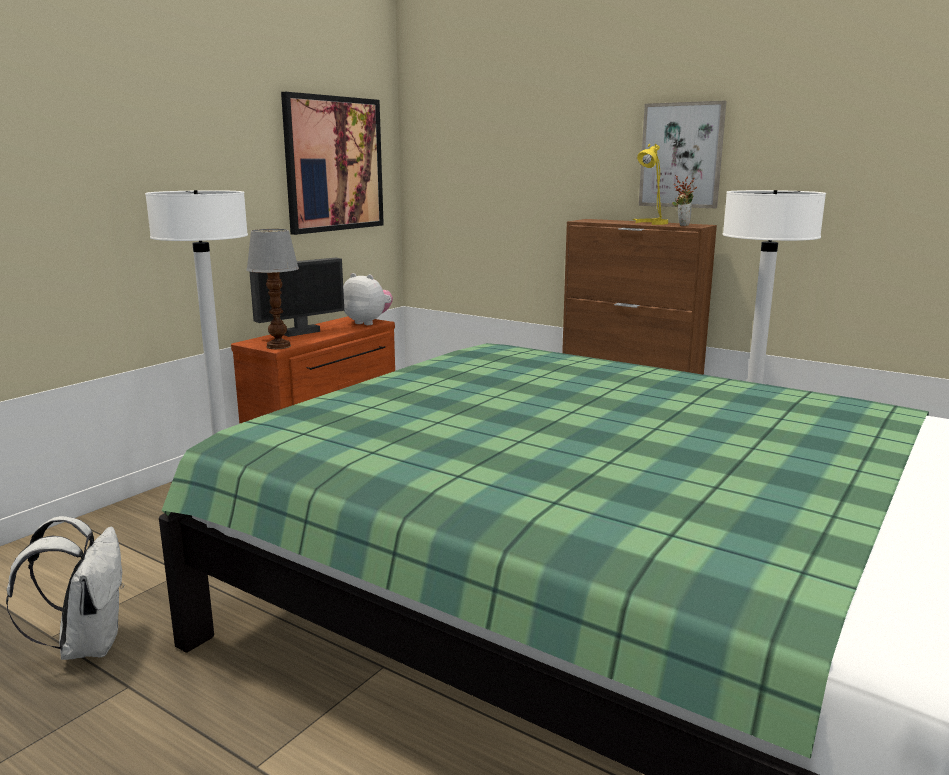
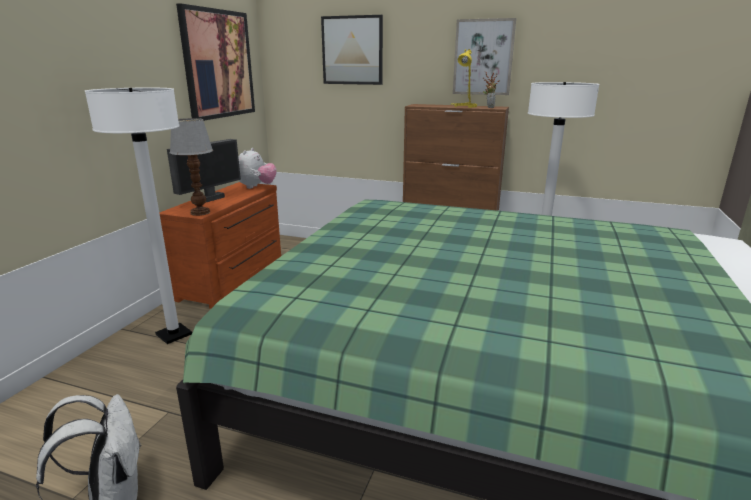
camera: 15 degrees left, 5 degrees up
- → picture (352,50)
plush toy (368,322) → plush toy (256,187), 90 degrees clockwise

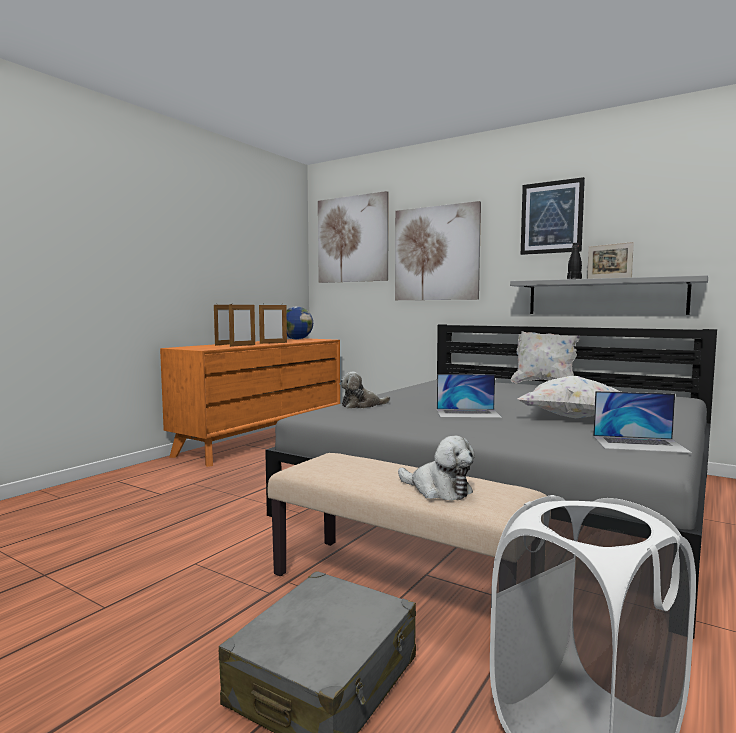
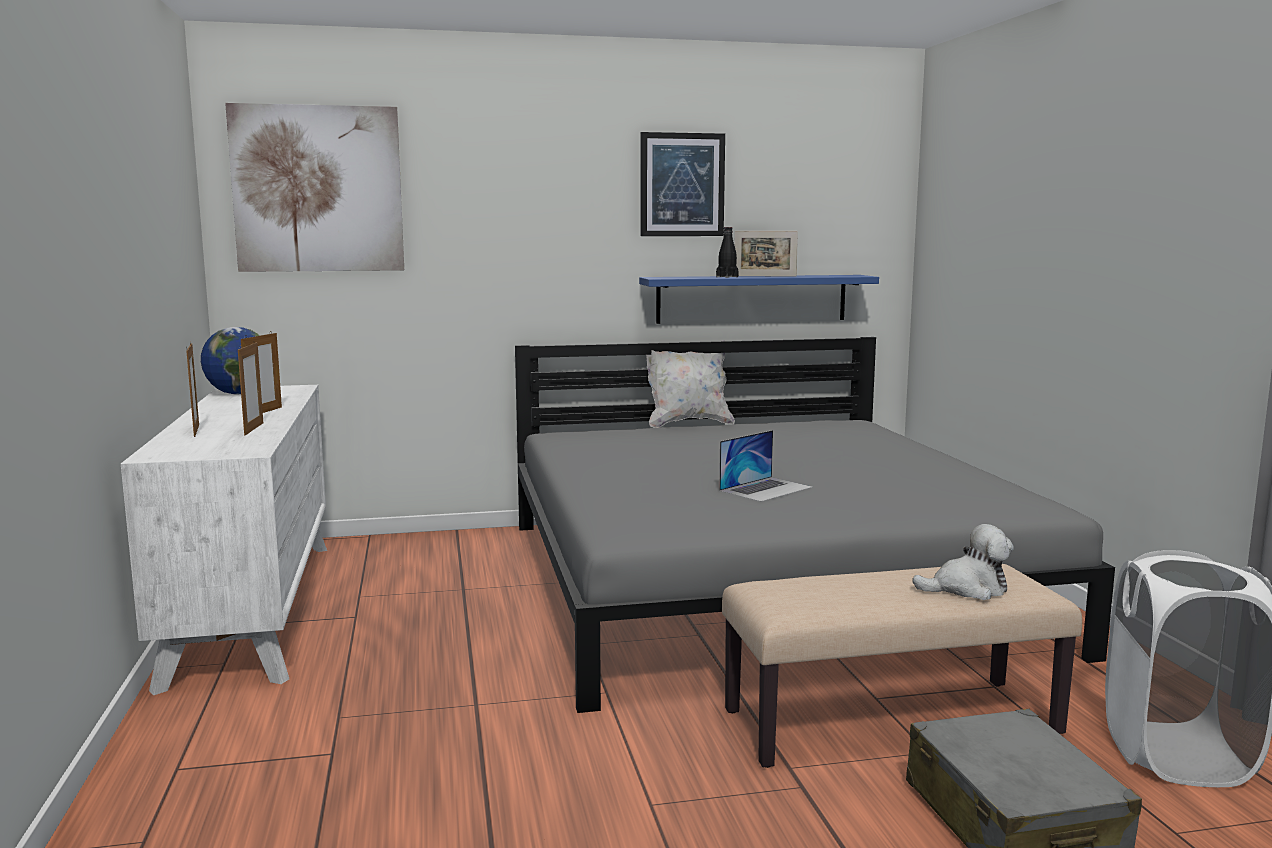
camera: 45 degrees left, 5 degrees up
plush toy (361,405) → -
picture (436,253) → -
white pillow (571,417) → -
laptop (639,444) → -
orange dresser (262,440) → white dresser (253,608)
grey shelf (604,297) → blue shelf (752,298)

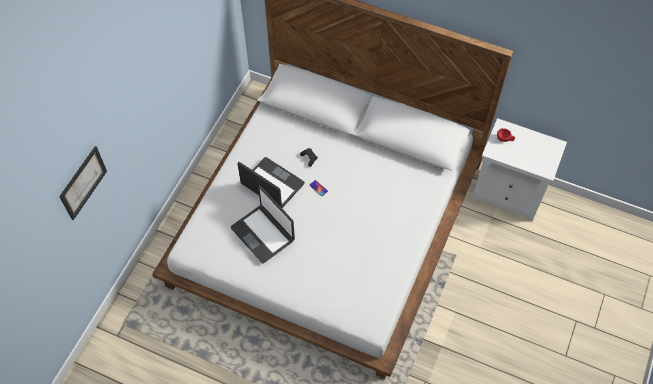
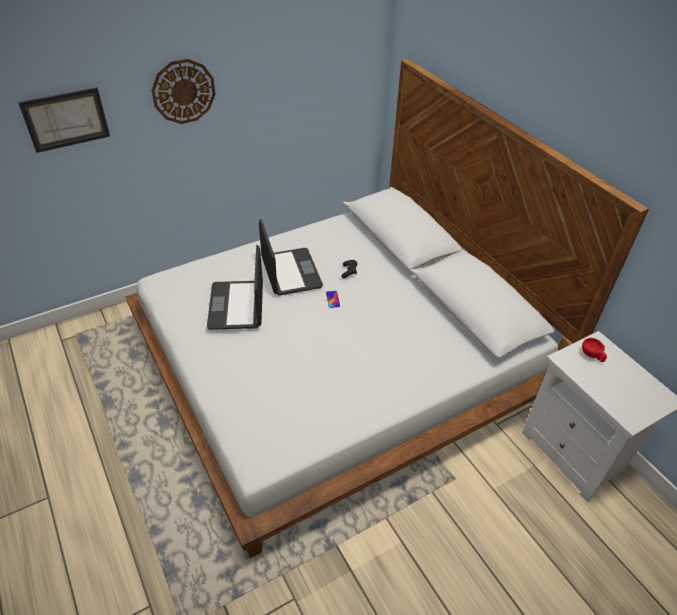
camera: 35 degrees right, 15 degrees down
- → wall clock (183,91)

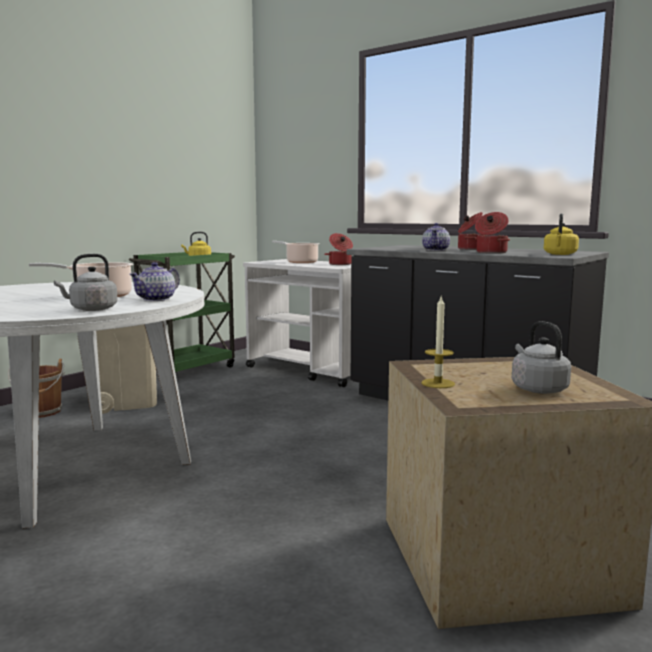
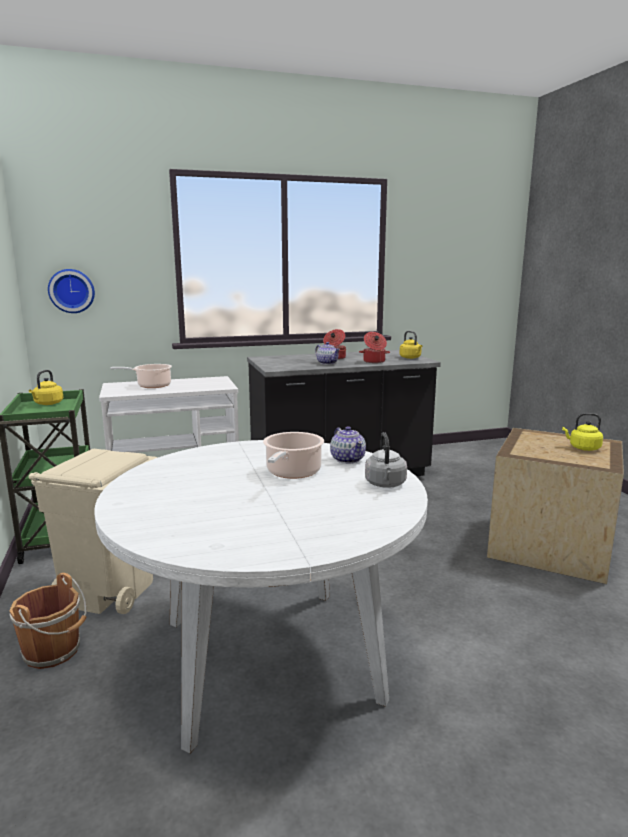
camera: 55 degrees left, 5 degrees up
cooking pot (340,264) → -
candle (438,383) → -
- → wall clock (71,291)
grey kettle (537,389) → yellow kettle (583,448)

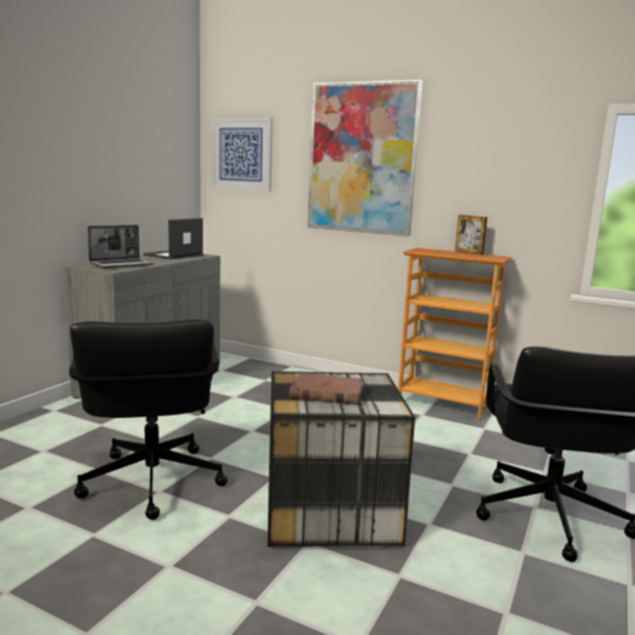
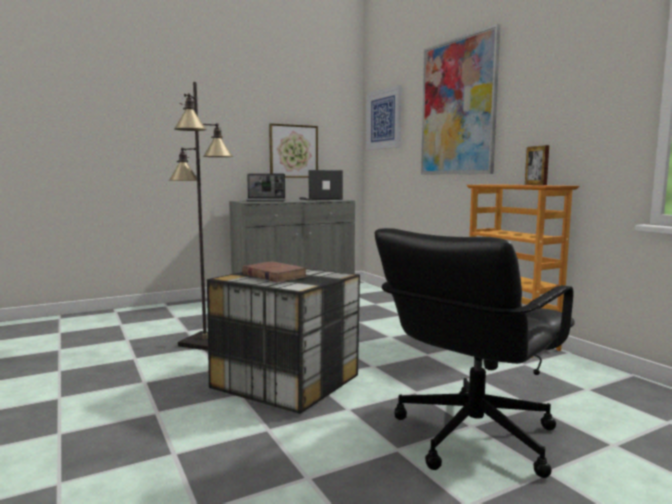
camera: 35 degrees right, 5 degrees down
- → picture (293,151)
black office chair (151,482) → black floor lamp (204,342)

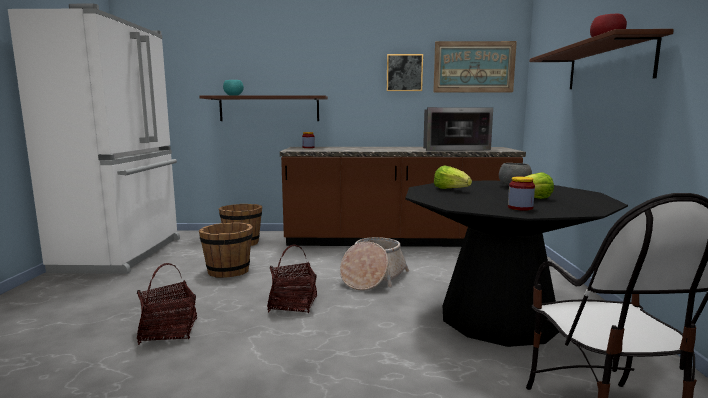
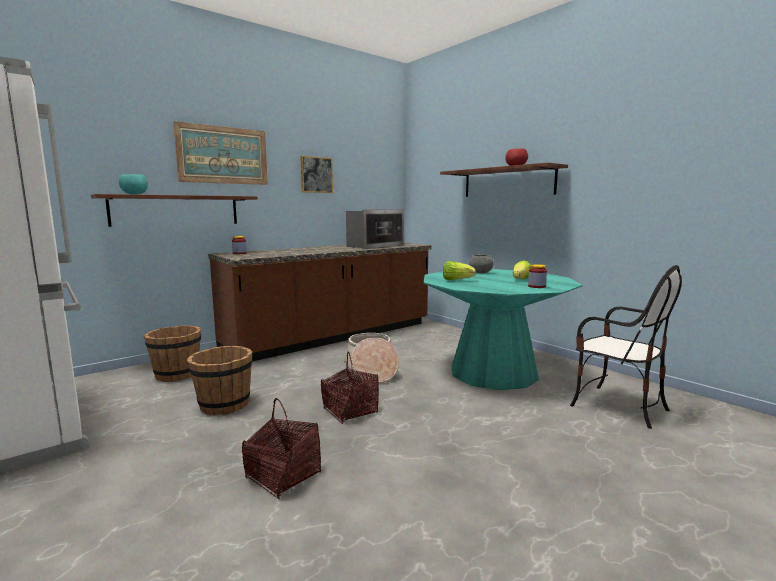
camera: 40 degrees left, 0 degrees up
picture (474,67) → picture (223,155), move
black dining table (498,317) → turquoise dining table (493,372)

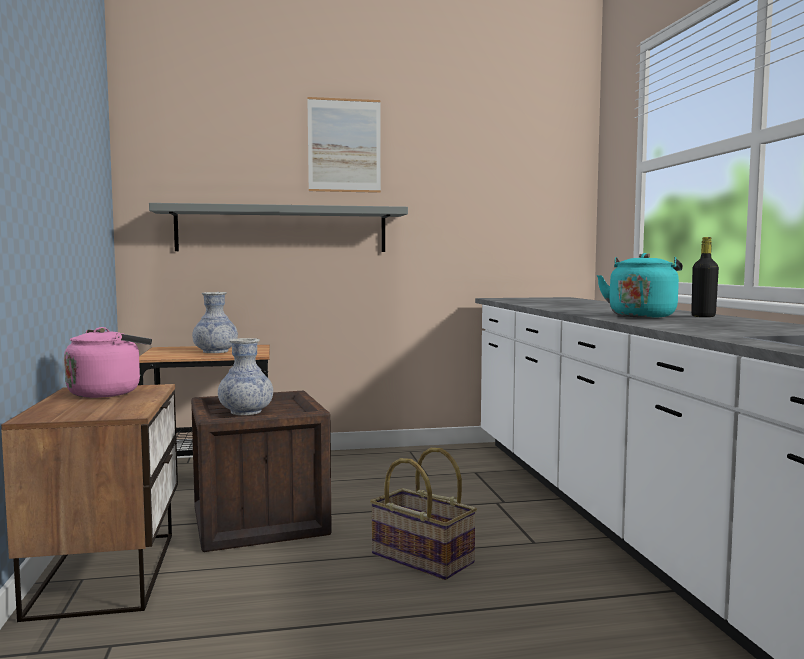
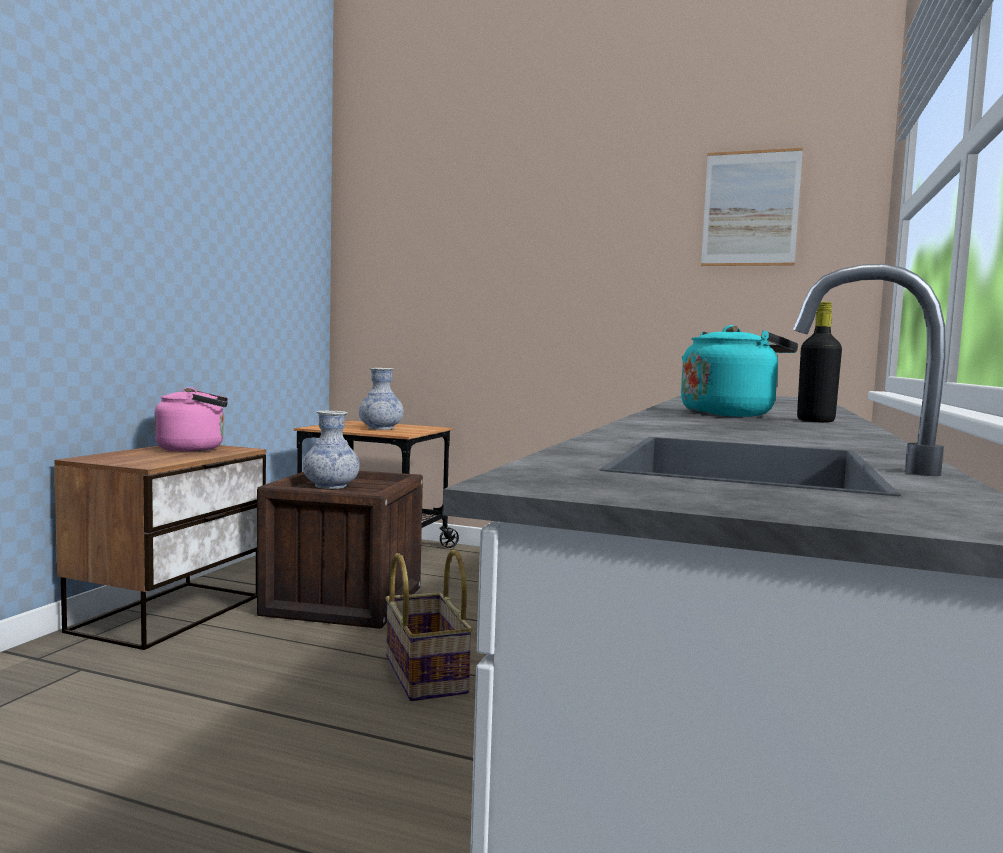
camera: 30 degrees right, 0 degrees up
grey shelf (282,229) → -
picture (344,145) → picture (750,208), move

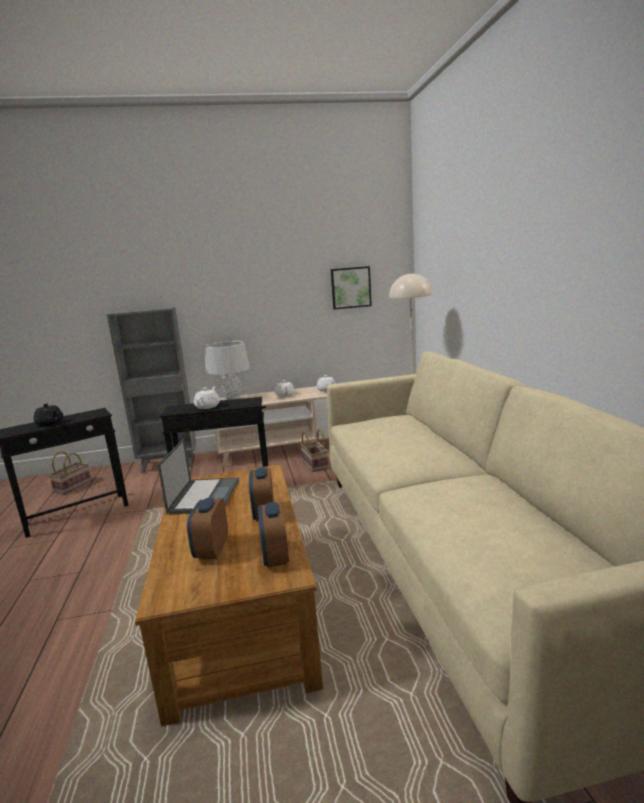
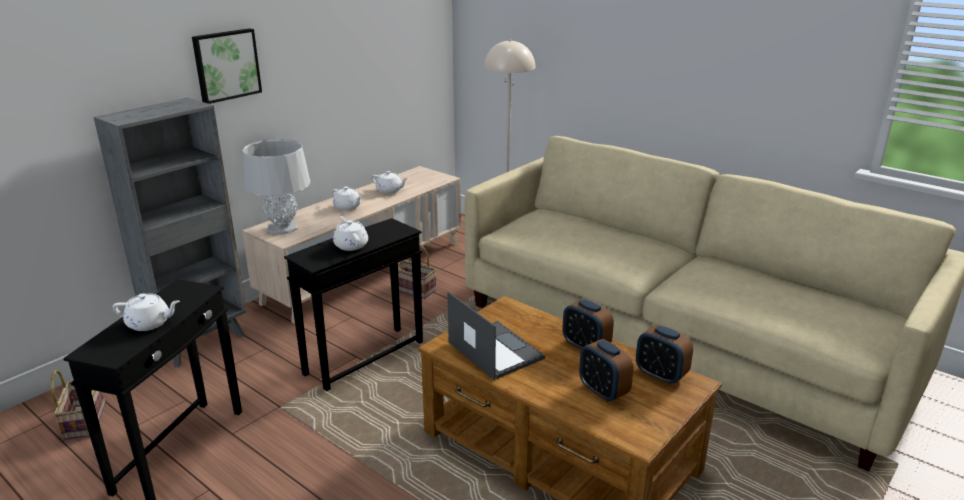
camera: 40 degrees left, 10 degrees up
picture (350,287) → picture (226,65), move
black teapot (50,423) → white teapot (150,323)

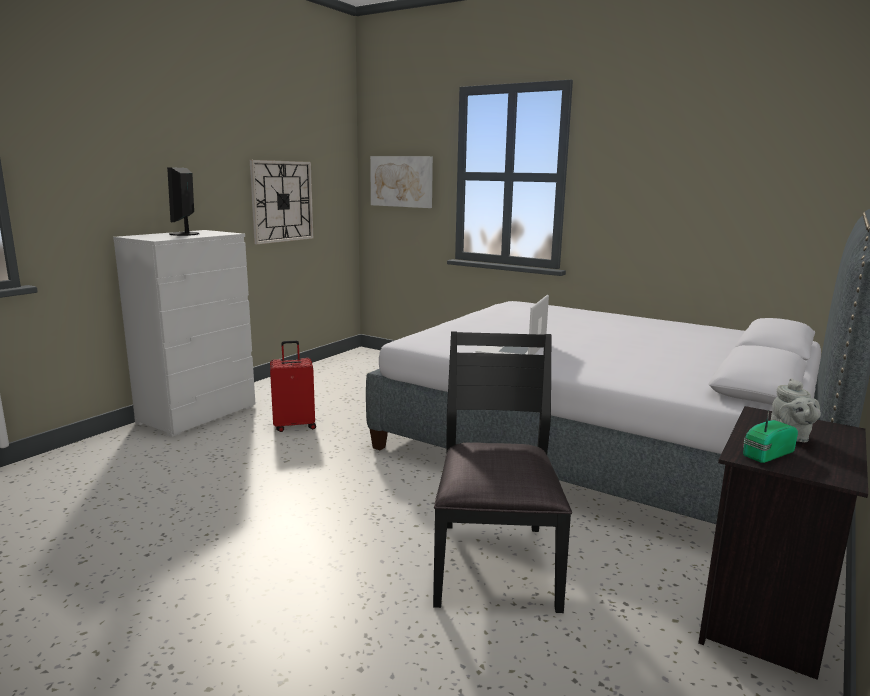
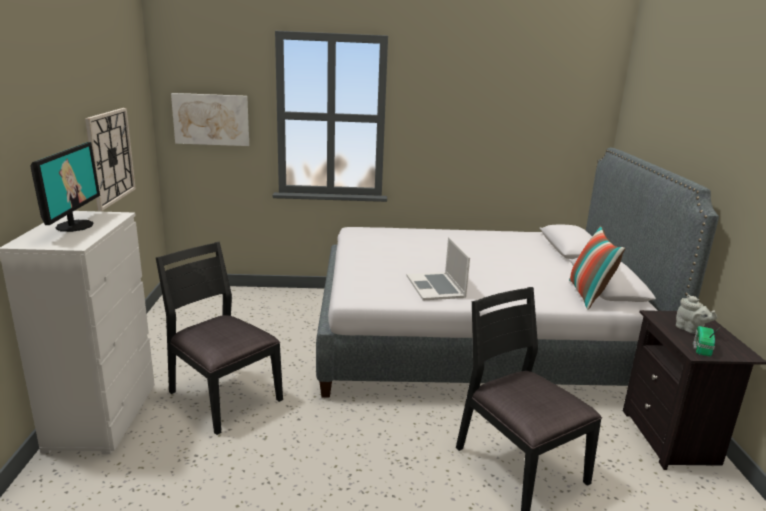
camera: 35 degrees left, 5 degrees up
- → pillow (589,295)
red suitcase (294,425) → black chair (223,396)
monitor (185,234) → monitor (74,226), 135 degrees counterclockwise

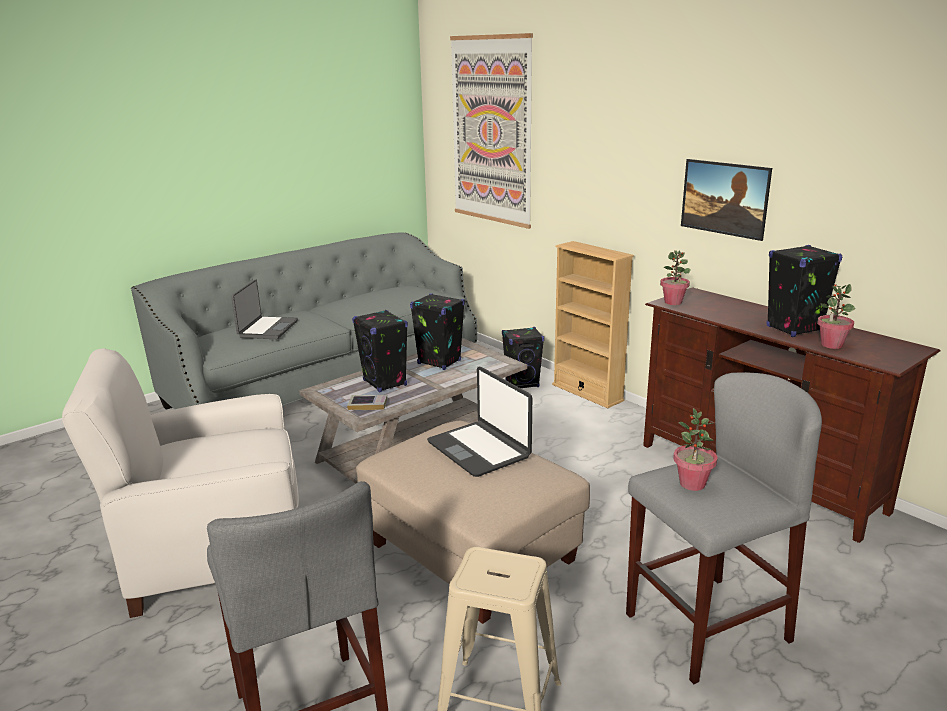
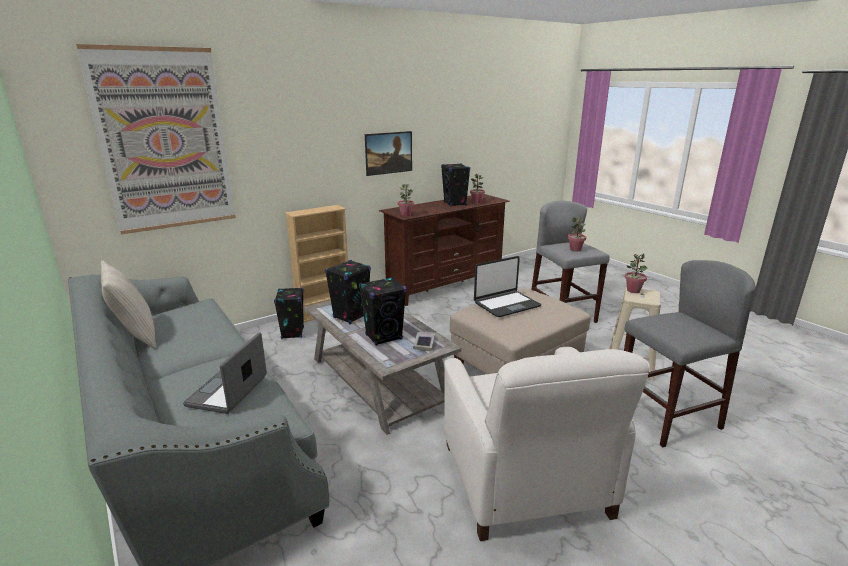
camera: 85 degrees left, 0 degrees up
- → beige pillow (136,336)
- → potted plant (633,290)
laptop (267,329) → laptop (228,391), 90 degrees counterclockwise

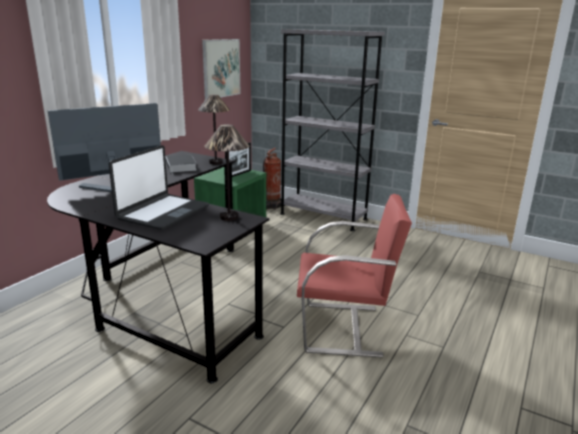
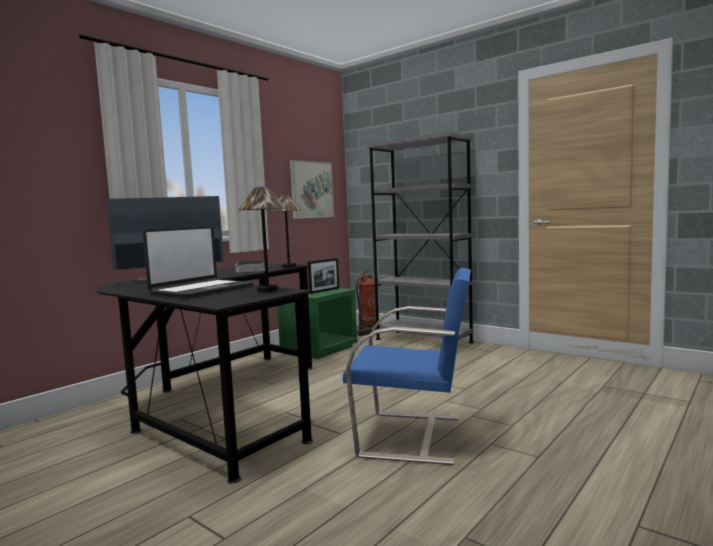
camera: 10 degrees right, 15 degrees down
red chair (344,329) → blue chair (413,436)

